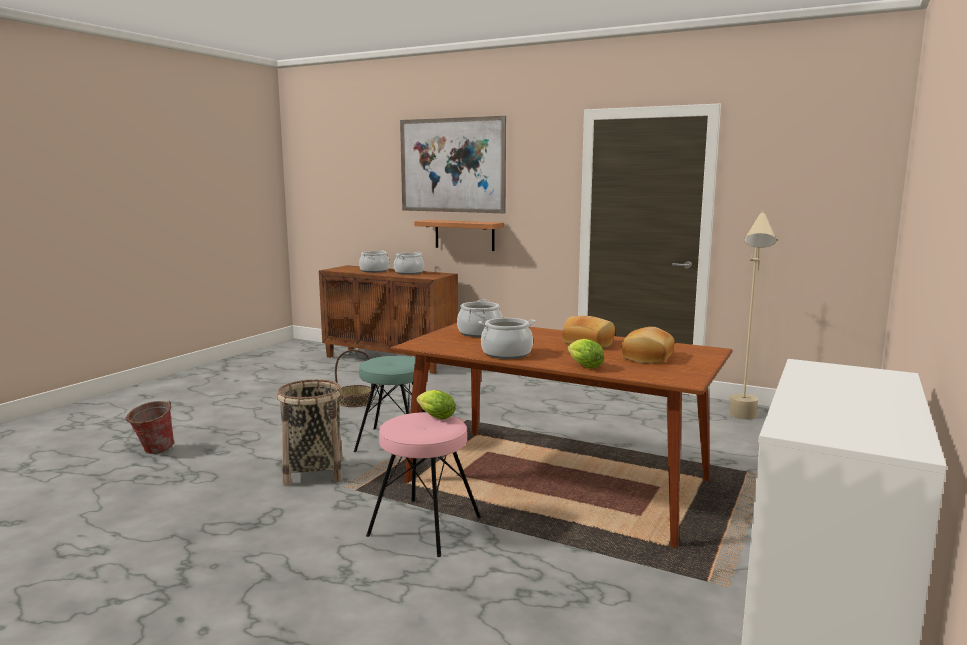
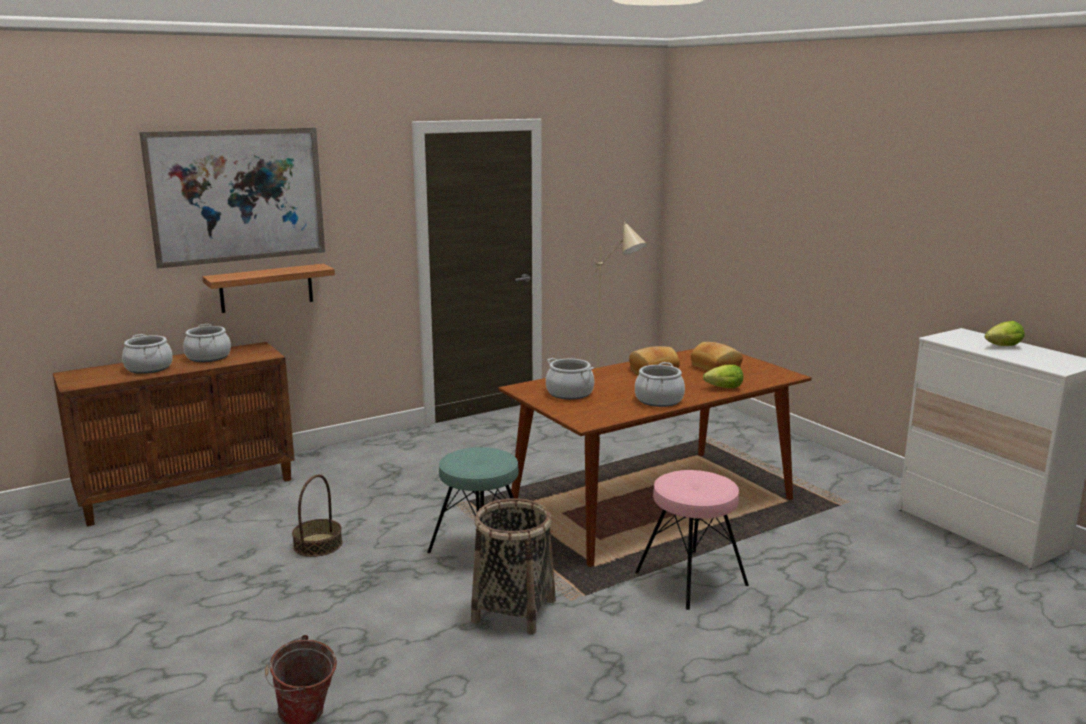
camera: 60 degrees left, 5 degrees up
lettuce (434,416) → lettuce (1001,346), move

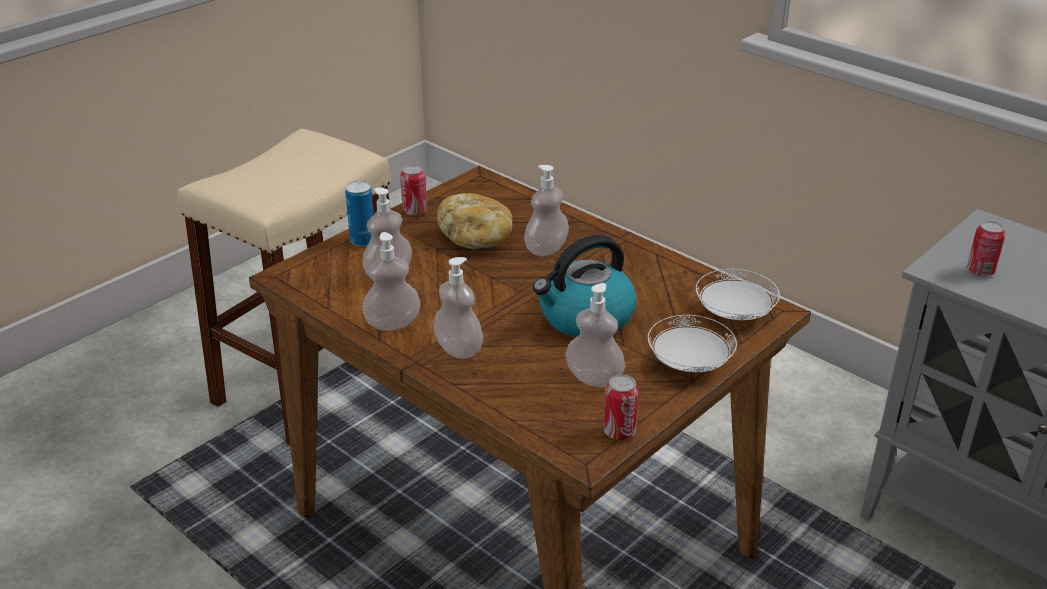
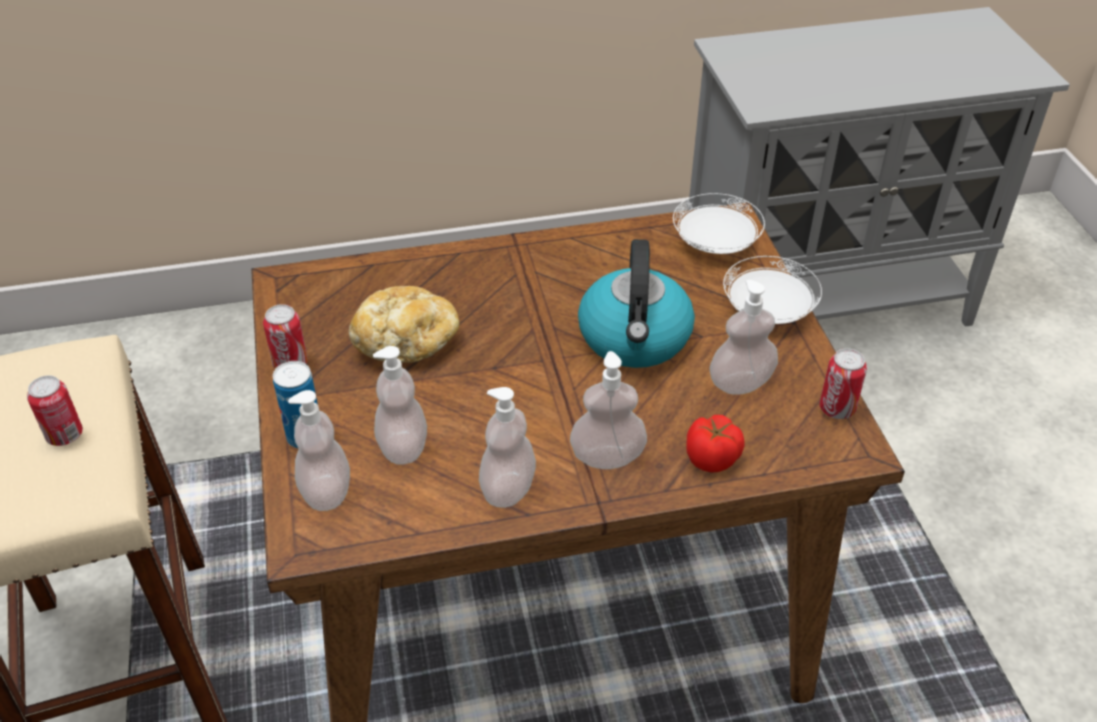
camera: 55 degrees left, 10 degrees up
- → tomato (713,458)
soap dispenser (546,249) → soap dispenser (326,491), move
can (980,271) → can (65,435), move

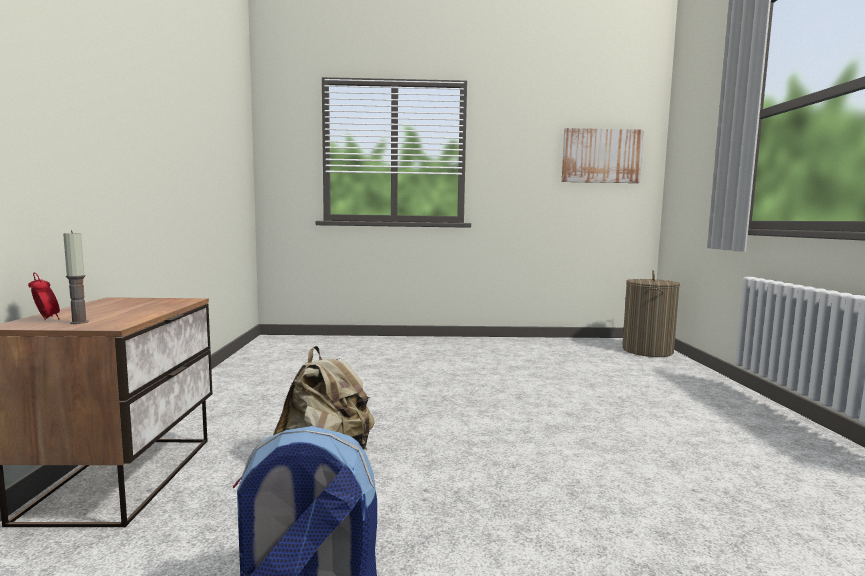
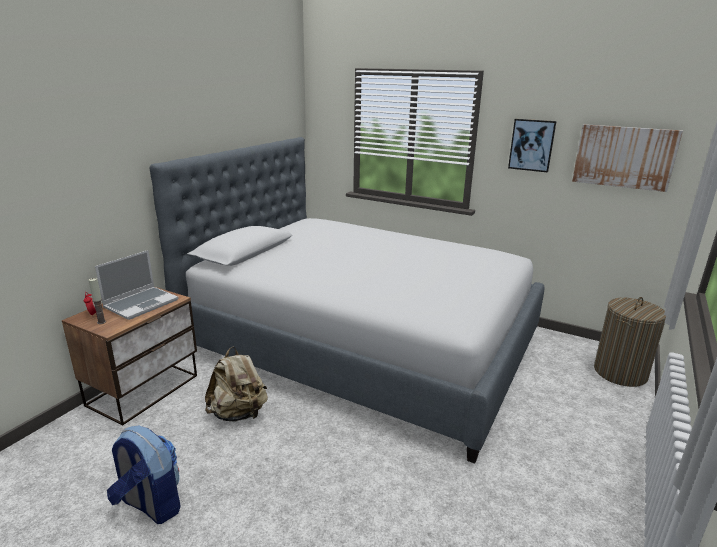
camera: 30 degrees right, 15 degrees up
- → laptop (141,303)
- → bed (362,343)
- → picture (531,145)

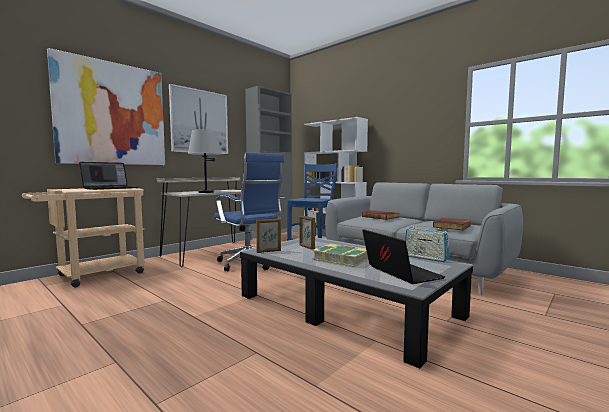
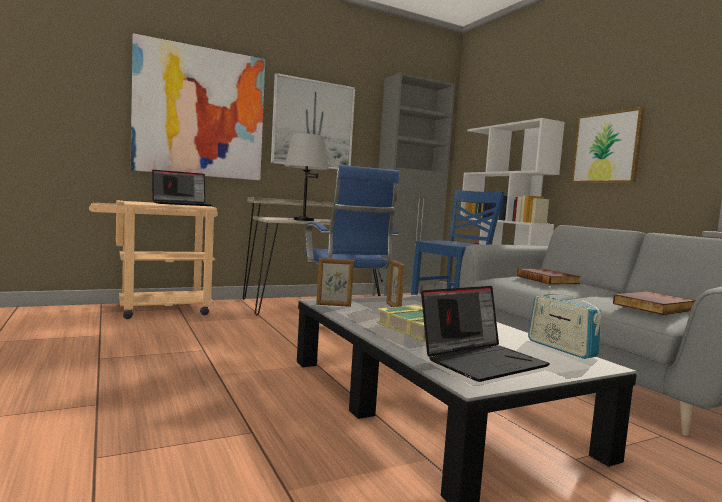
camera: 20 degrees right, 0 degrees up
- → picture (606,148)
laptop (399,273) → laptop (482,361), 60 degrees clockwise

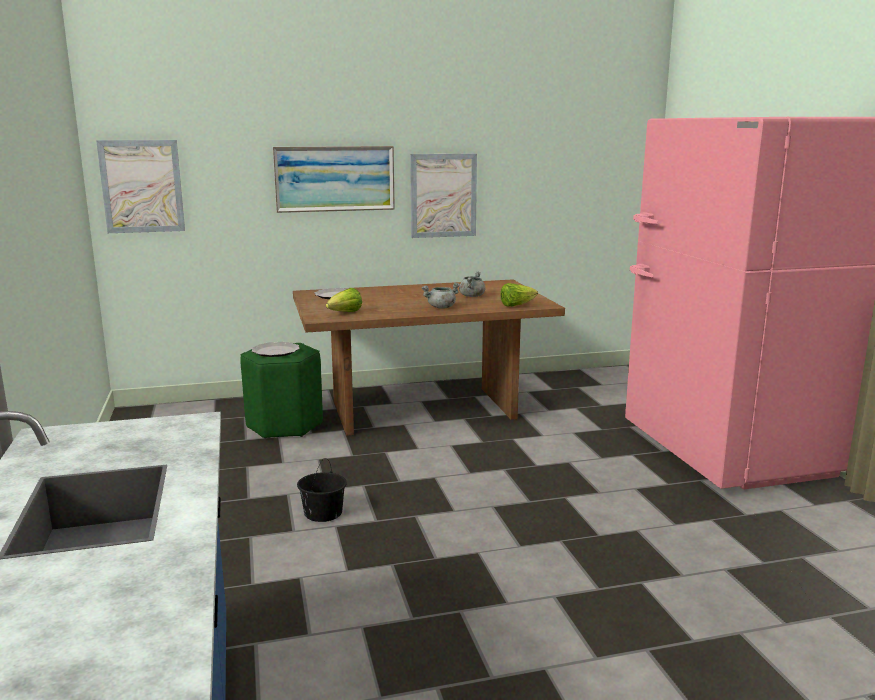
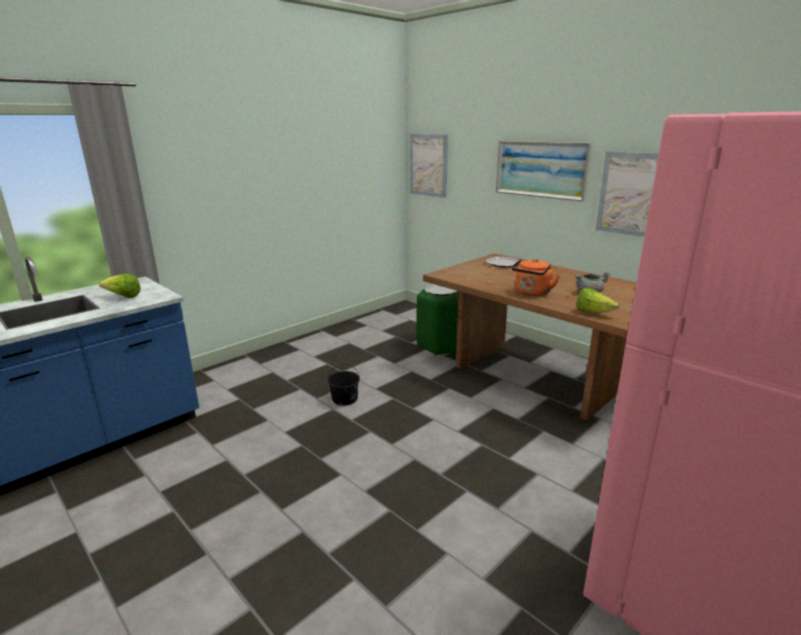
camera: 60 degrees right, 5 degrees up
lettuce (345,313) → lettuce (123,297), move
grey cooking pot (441,307) → orange kettle (532,293)

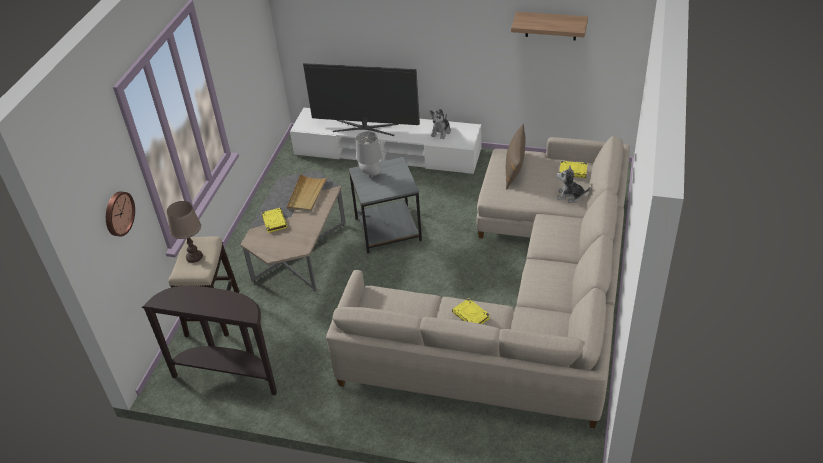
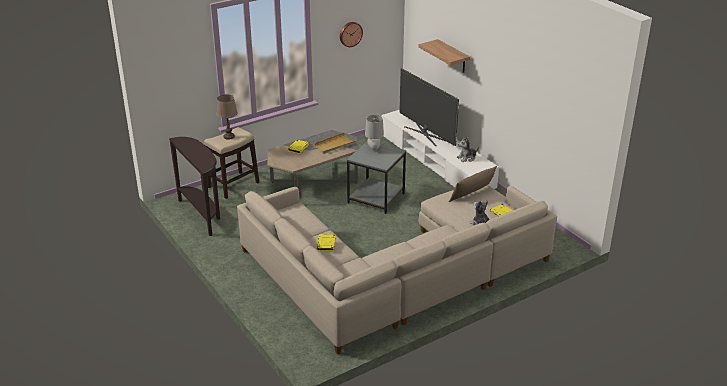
camera: 40 degrees right, 10 degrees down
wall clock (118,213) → wall clock (350,34), move
shelf (551,26) → shelf (453,56), move

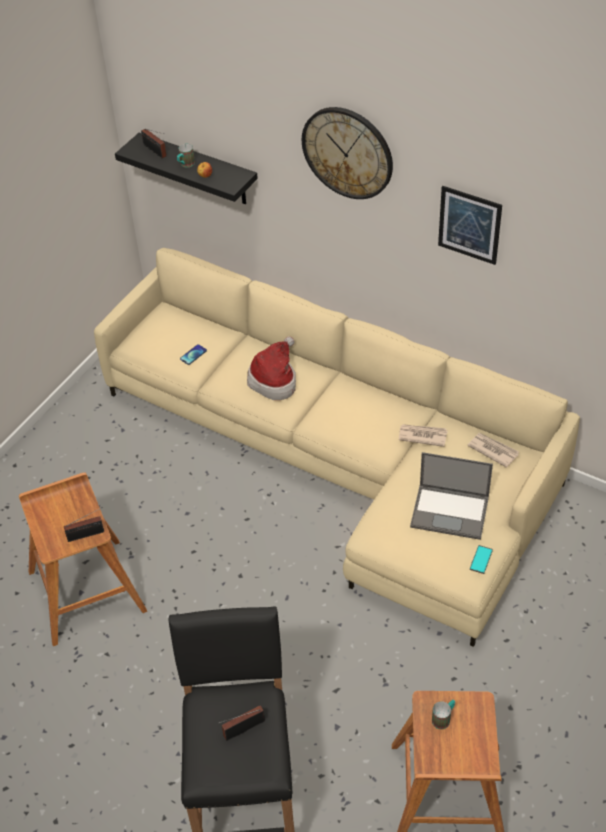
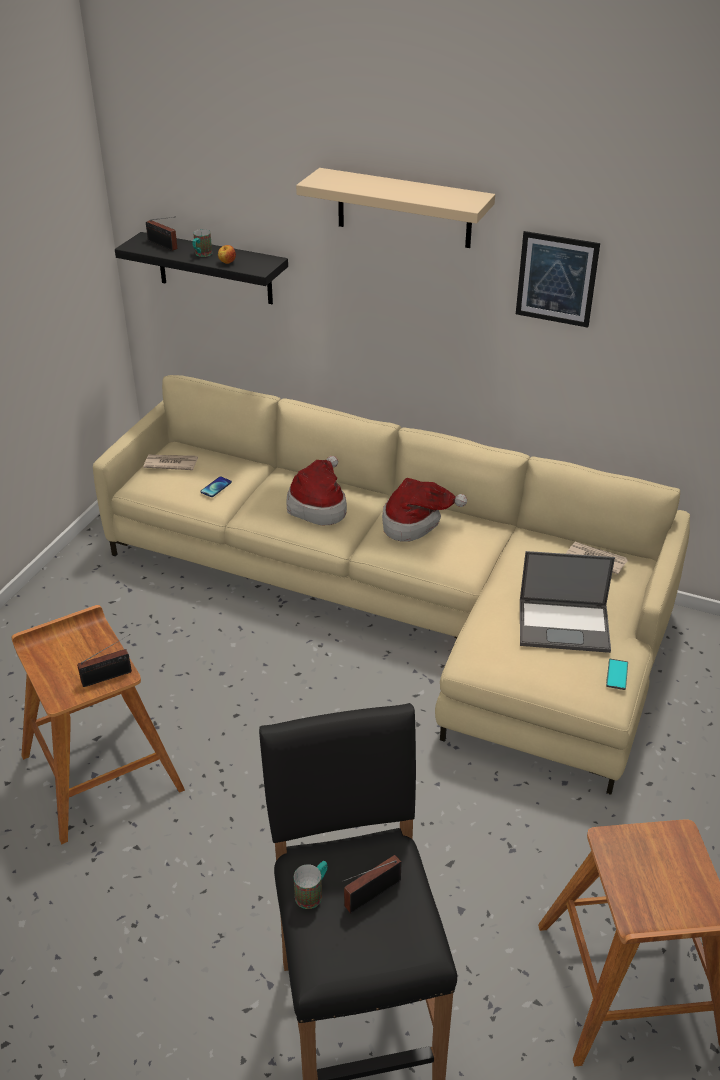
camera: 10 degrees left, 10 degrees down
- → hat (415,523)
newspaper (422,436) → newspaper (170,464), move
mug (443,718) → mug (312,893), move
wall clock (347,152) → beige shelf (404,208)

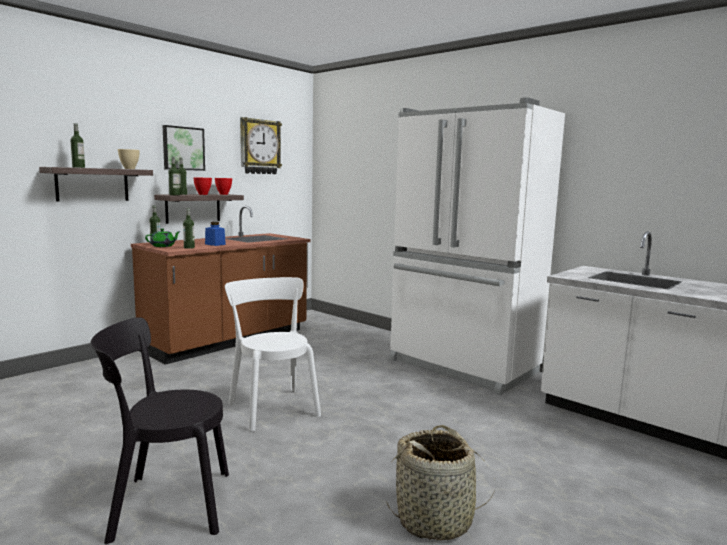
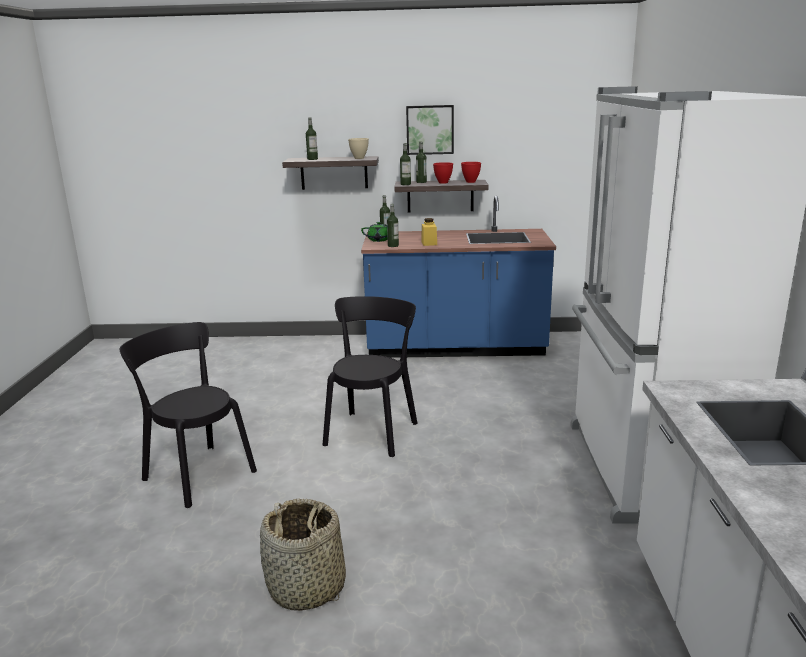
camera: 50 degrees right, 10 degrees up
wall clock (259,147) → -
brown counter (228,341) → blue counter (455,348)
blue jar (215,244) → yellow jar (429,243)
white chair (272,407) → black chair (373,431)

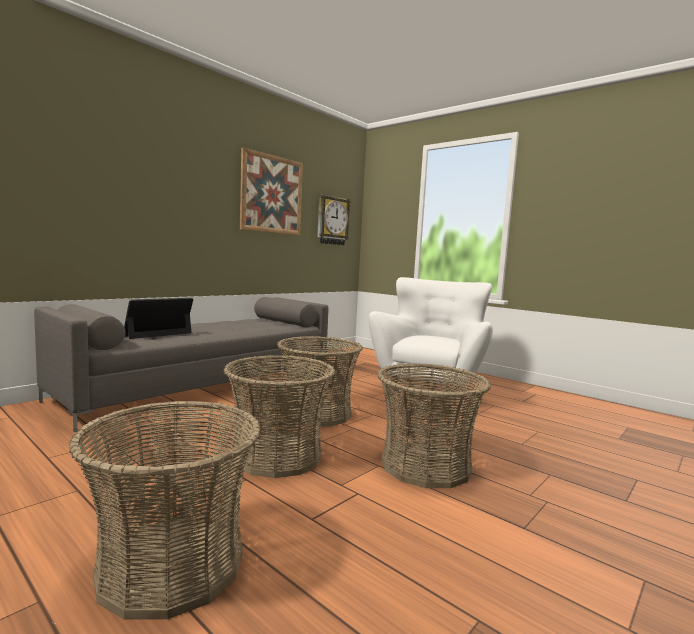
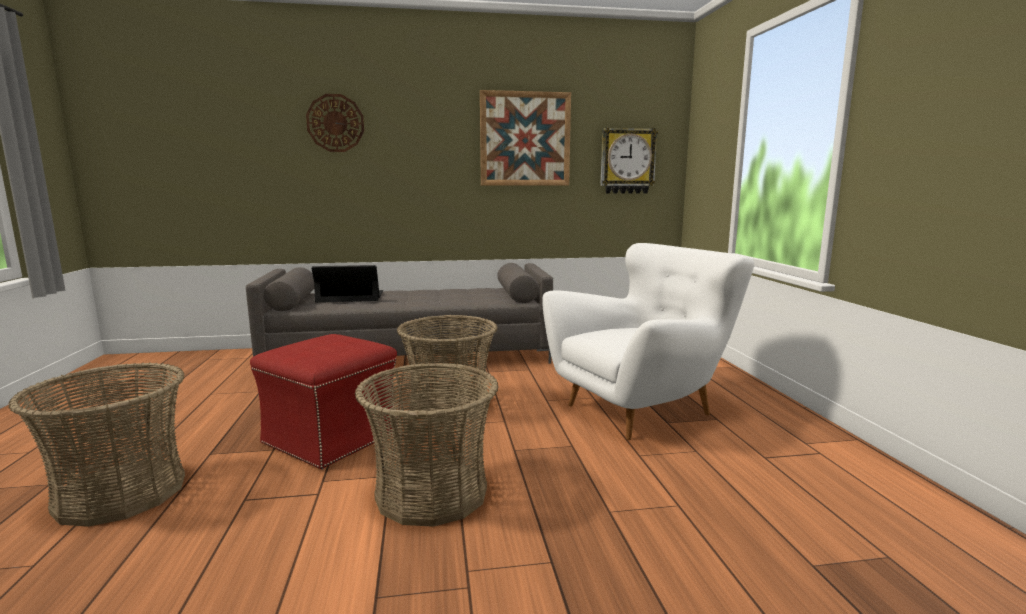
camera: 40 degrees right, 5 degrees up
- → wall clock (335,123)
basket (277,456) → red ottoman (332,437)

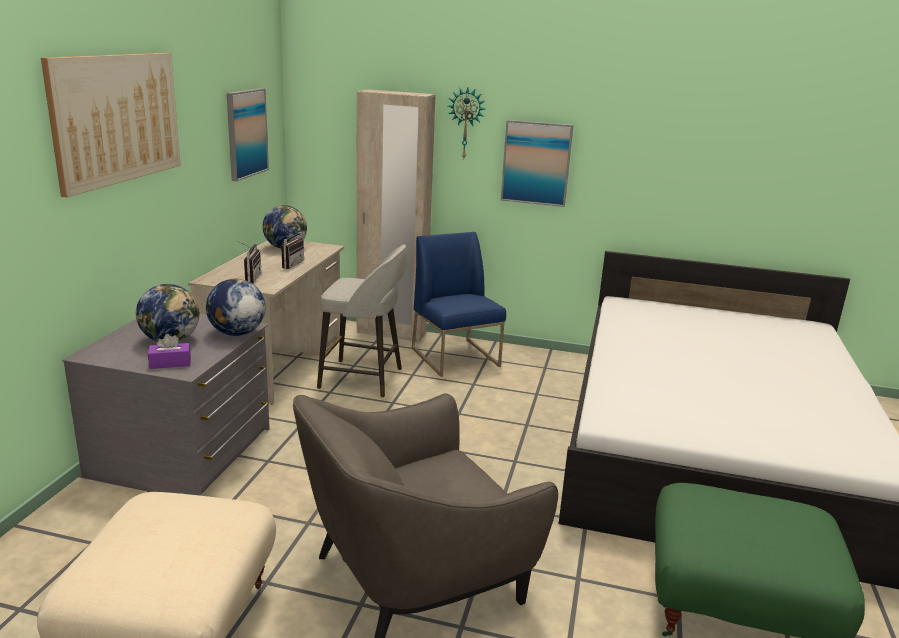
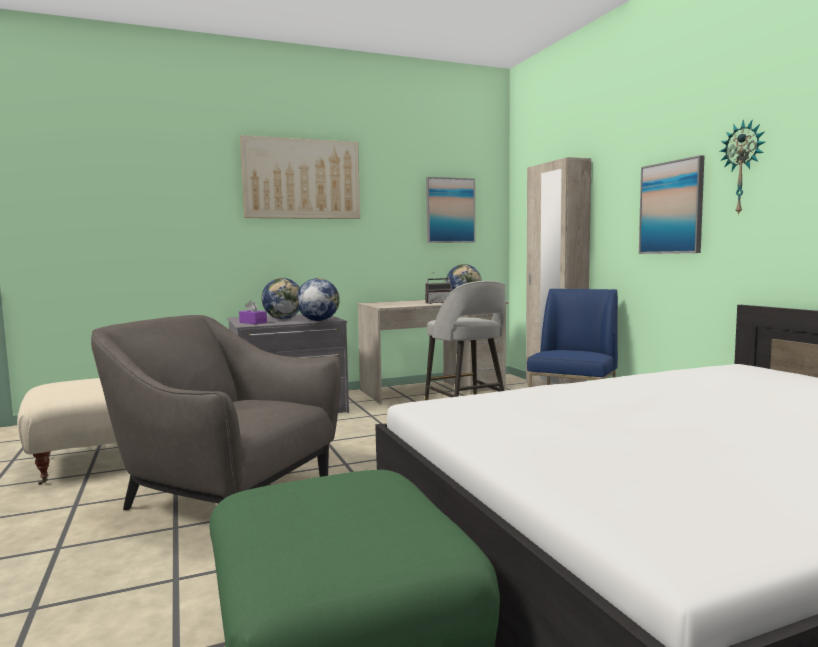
camera: 55 degrees right, 15 degrees down
radio (249,278) → -
wall clock (466,123) → wall clock (743,168), move

